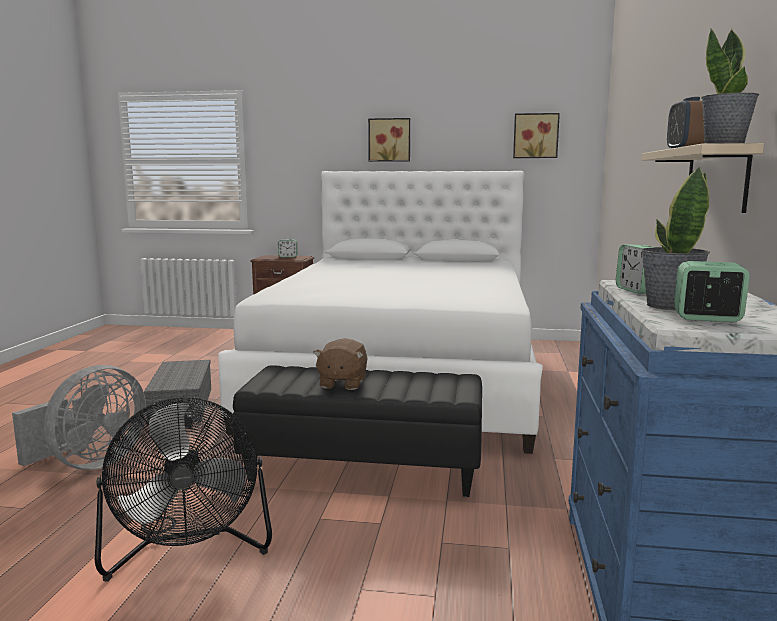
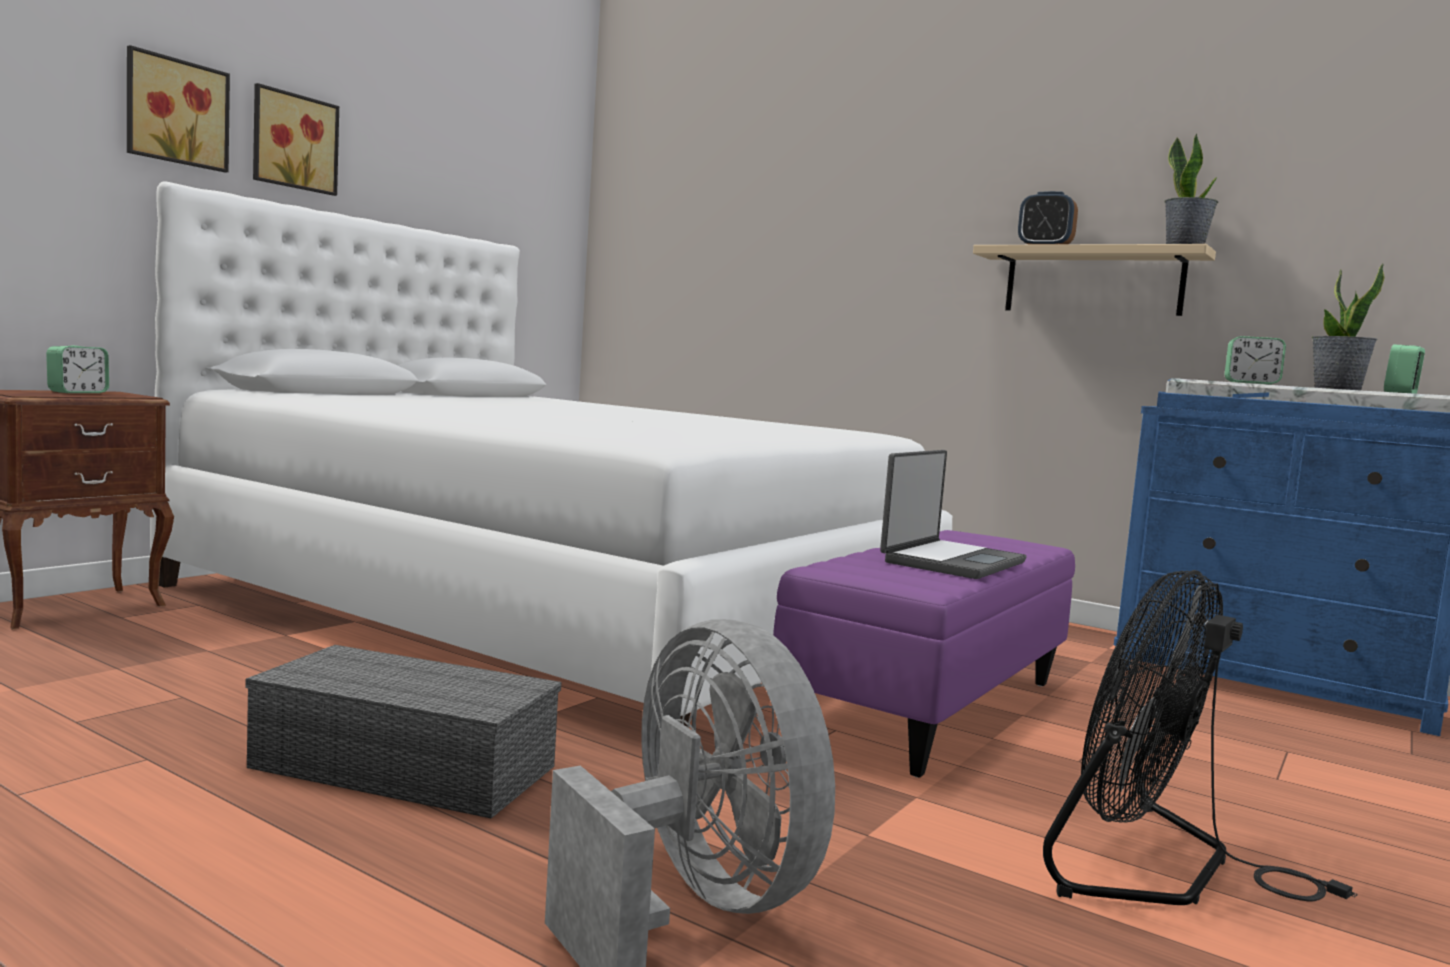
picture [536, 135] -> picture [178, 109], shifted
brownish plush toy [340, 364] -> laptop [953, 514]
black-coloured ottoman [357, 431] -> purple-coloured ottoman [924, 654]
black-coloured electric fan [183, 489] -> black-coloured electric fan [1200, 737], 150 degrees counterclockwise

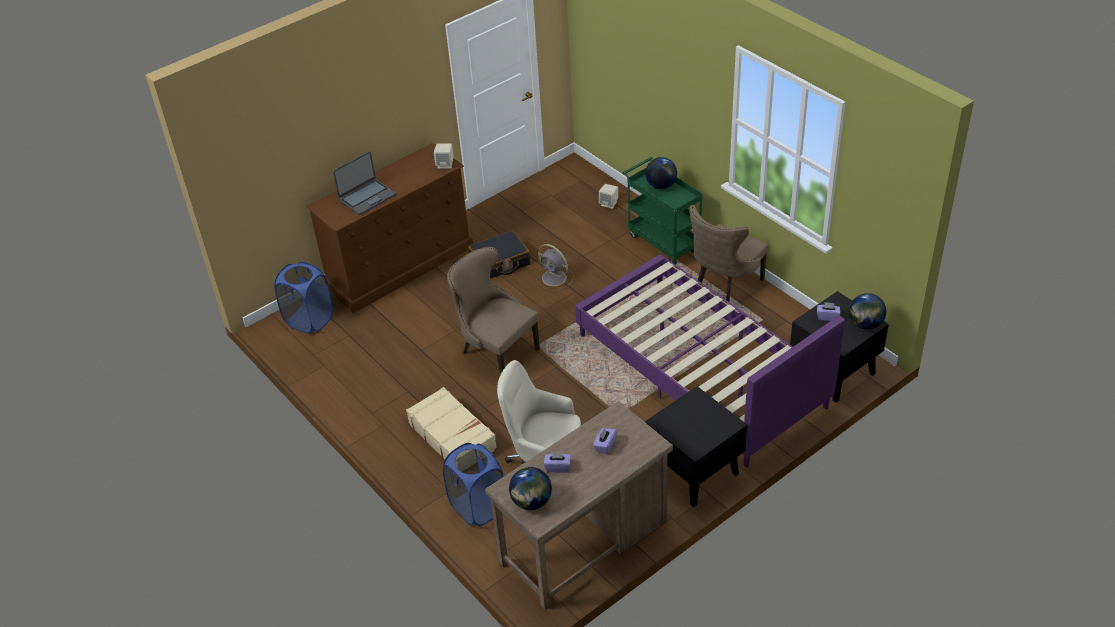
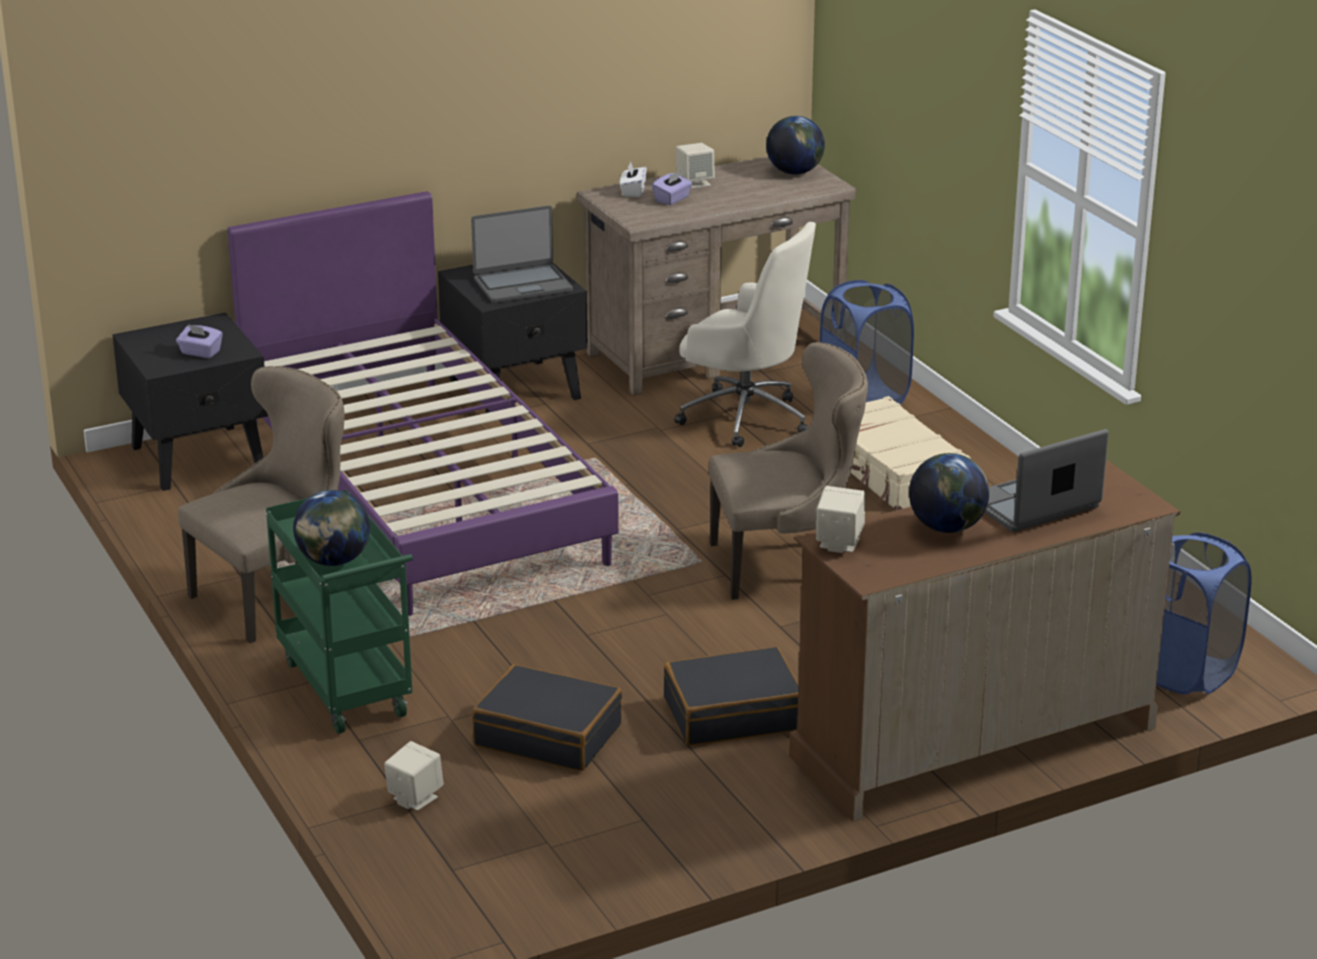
gray electric fan [555, 267] -> none
purple-coloured box of tissues [557, 462] -> none
none -> laptop [522, 254]
none -> black-coloured piece of luggage [547, 717]
none -> white box of tissues [633, 179]
none -> beige speaker [695, 166]
world globe [867, 311] -> world globe [949, 493], shifted
beige upright chair [493, 311] -> beige upright chair [788, 471], 60 degrees counterclockwise

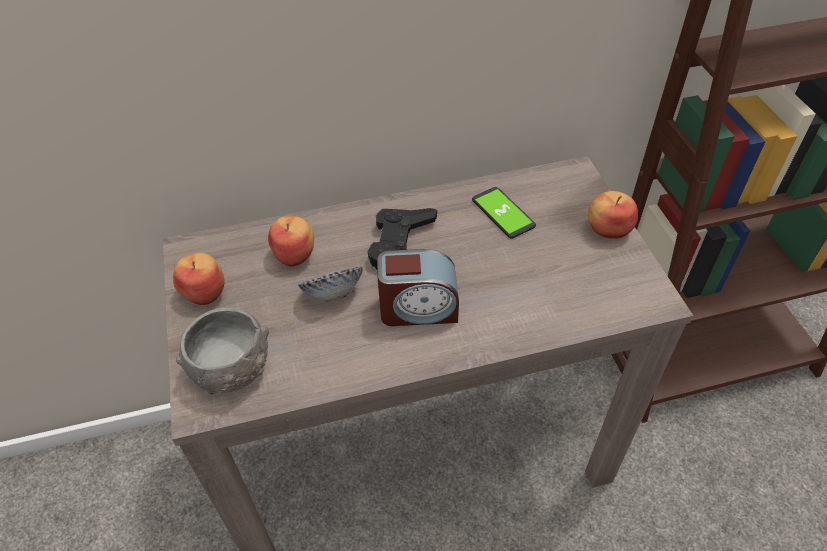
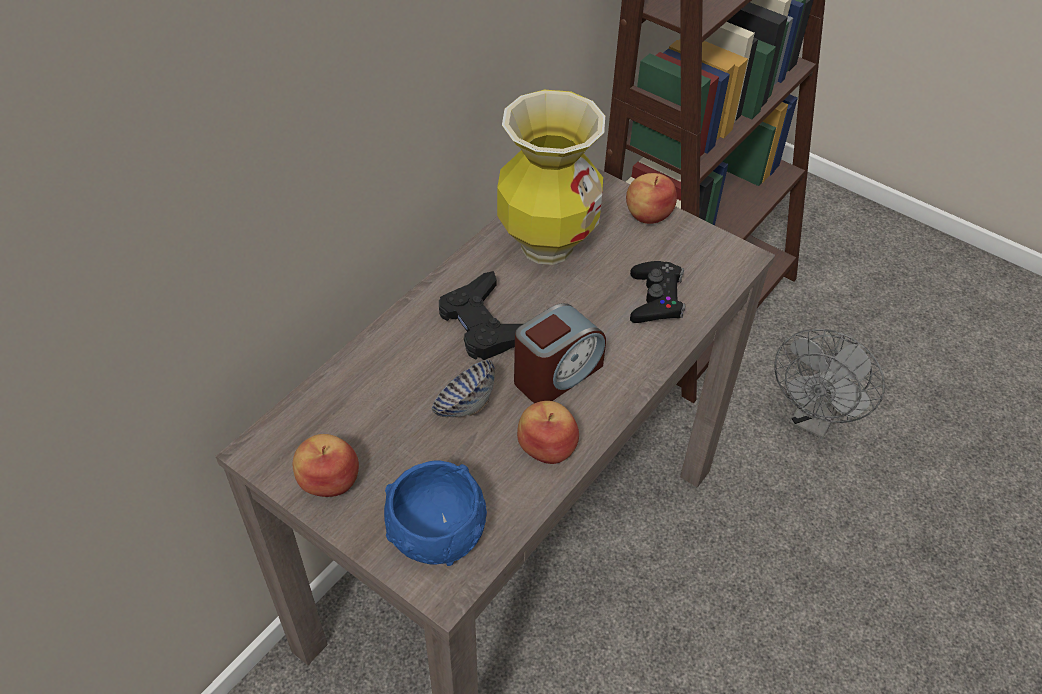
none -> black-coloured joypad [657, 292]
none -> gray electric fan [830, 384]
whole apple [291, 241] -> whole apple [548, 432], shifted
telephone [504, 213] -> decorative vase [551, 177]
gray serving bowl [222, 351] -> bluish serving bowl [435, 513]

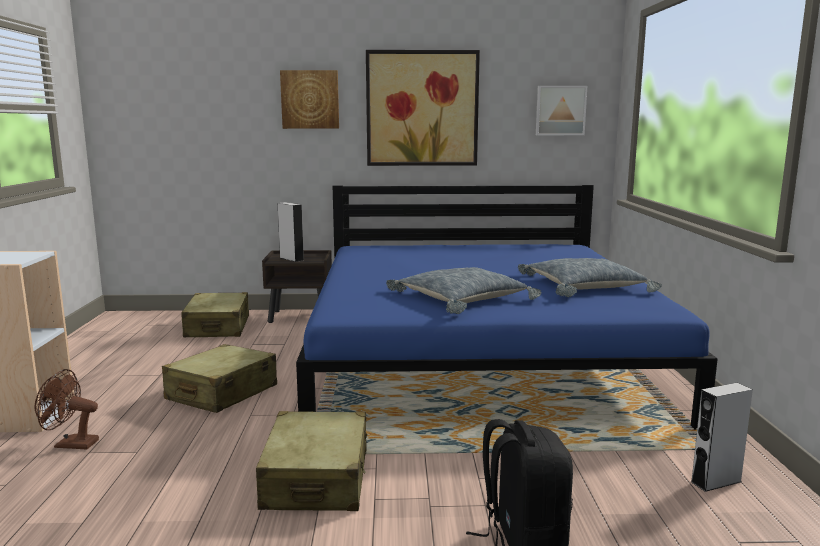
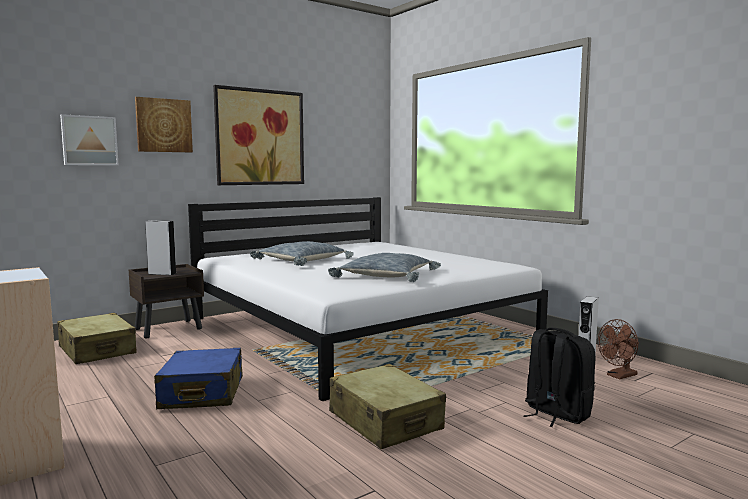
brownish electric fan [67, 409] -> brownish electric fan [618, 349], shifted
throw pillow [589, 277] -> throw pillow [302, 253], shifted
picture [561, 110] -> picture [89, 139], shifted
beige piece of luggage [219, 378] -> bluish piece of luggage [198, 378]
bluish sleeping bed [507, 307] -> white sleeping bed [368, 299]

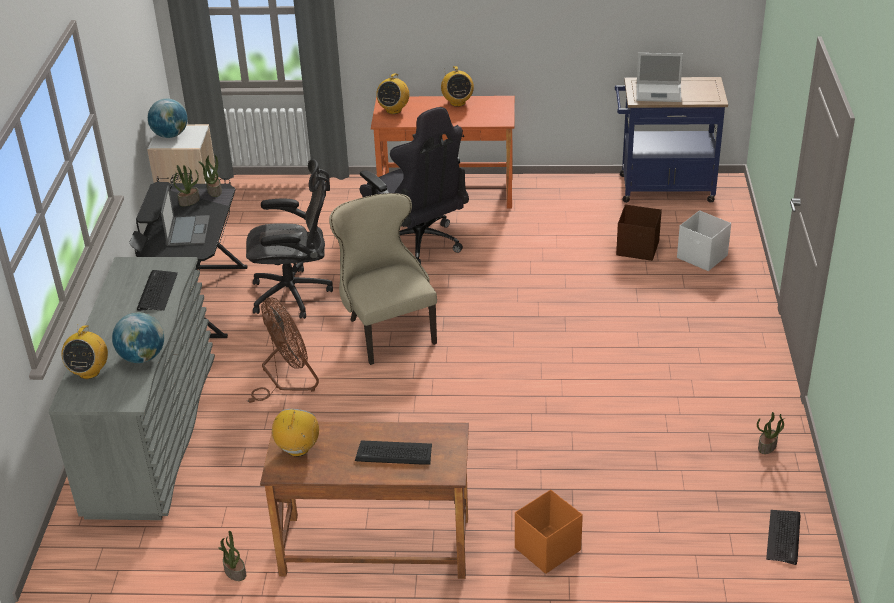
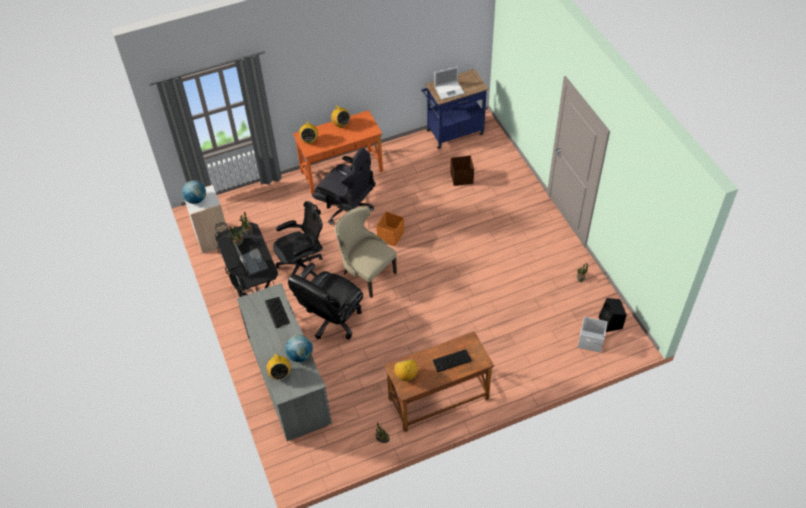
orange-coloured storage bin [549, 532] -> orange-coloured storage bin [390, 229], shifted
white storage bin [704, 240] -> white storage bin [592, 334], shifted
brownish electric fan [283, 350] -> black-coloured desk chair [325, 301]
keyboard [783, 537] -> black-coloured speaker [612, 315]

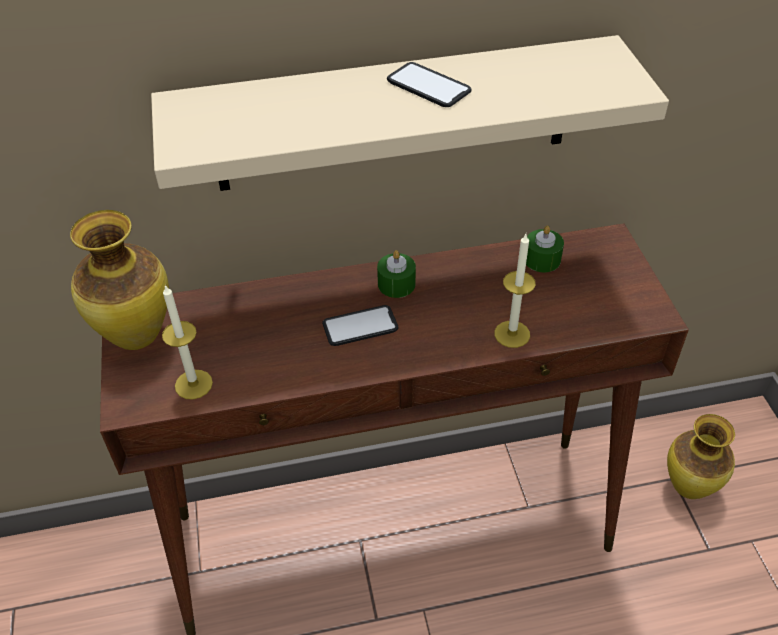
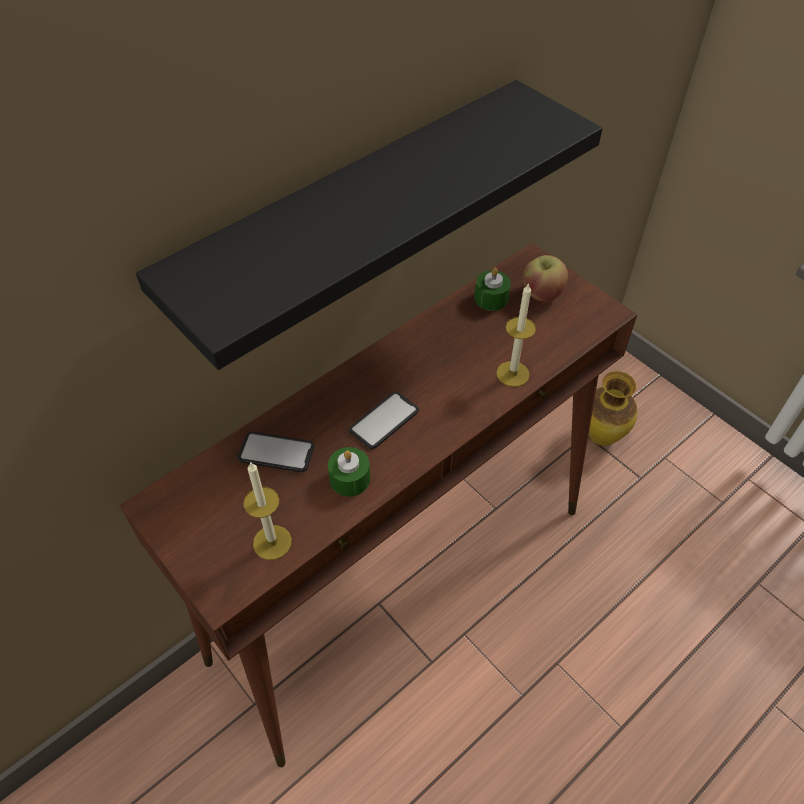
decorative vase [119, 280] -> none
none -> whole apple [545, 278]
greenish candle [396, 274] -> greenish candle [349, 472], shifted
telephone [429, 84] -> telephone [276, 452], shifted
beige wall shelf [410, 113] -> black-coloured wall shelf [369, 225]

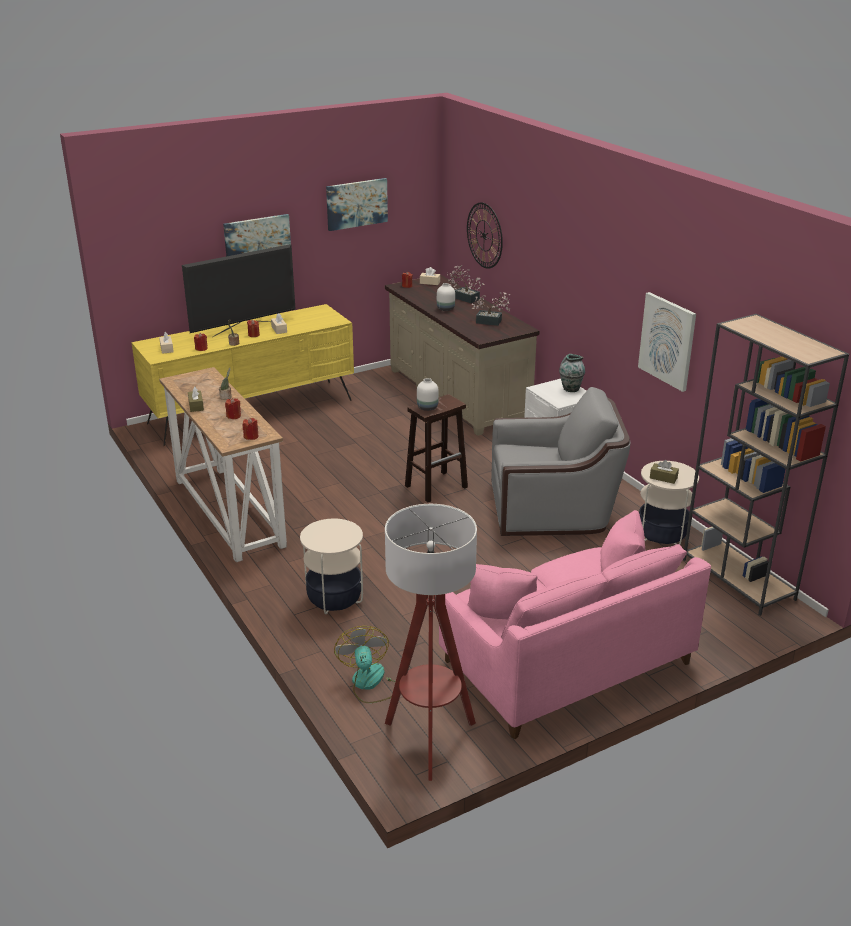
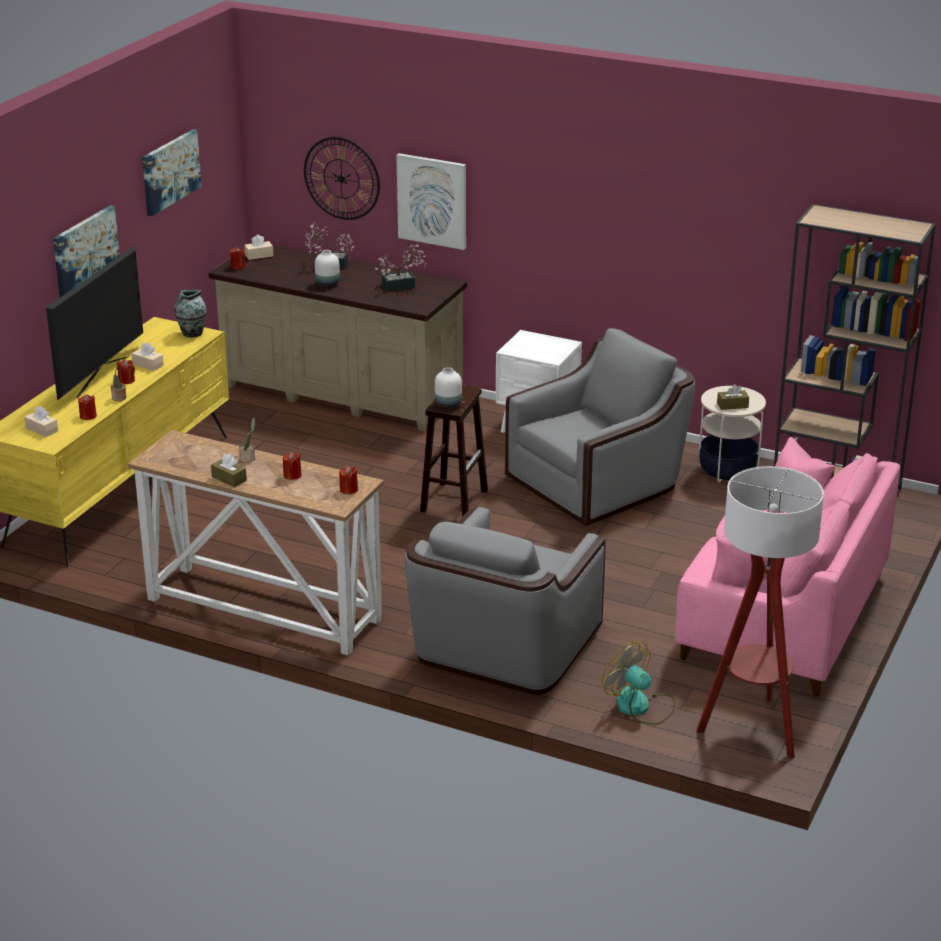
decorative vase [572, 373] -> decorative vase [190, 314], shifted
picture [667, 342] -> picture [431, 201], shifted
beige end table [331, 566] -> gray easy chair [505, 601]

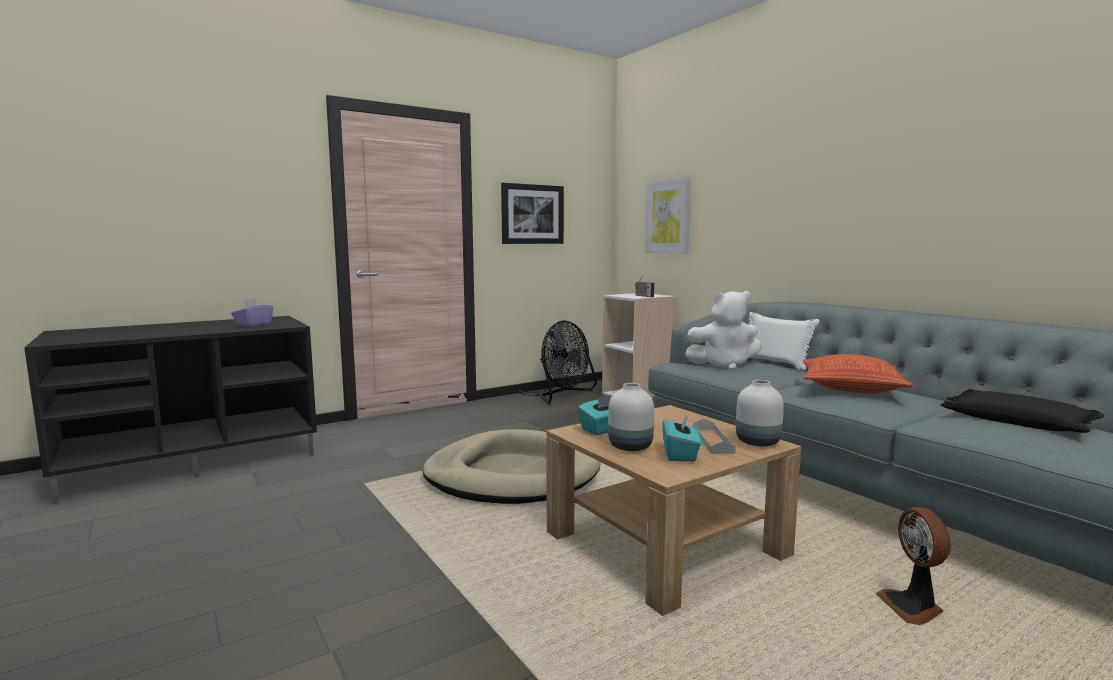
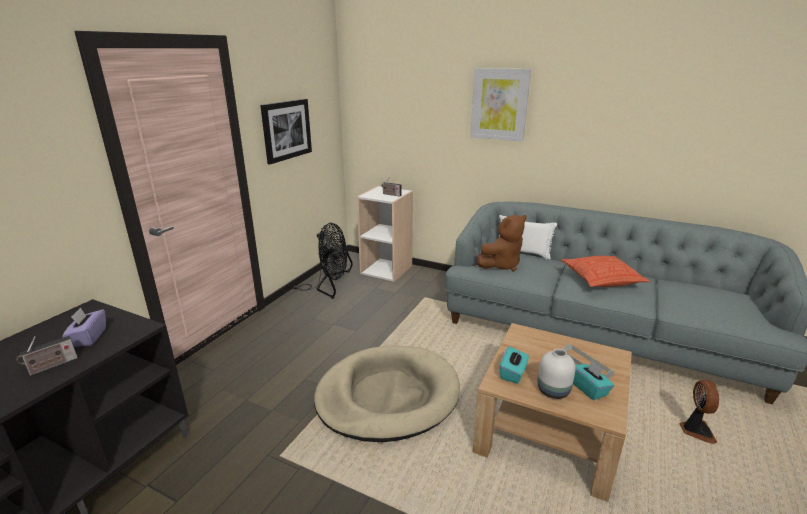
white decorative vase [760, 413] -> none
black-coloured throw pillow [1022, 411] -> none
none -> radio set [47, 356]
picture [668, 215] -> picture [501, 105], shifted
white plush toy [723, 330] -> brownish plush toy [502, 243]
electric fan [913, 566] -> electric fan [699, 412], 135 degrees counterclockwise

